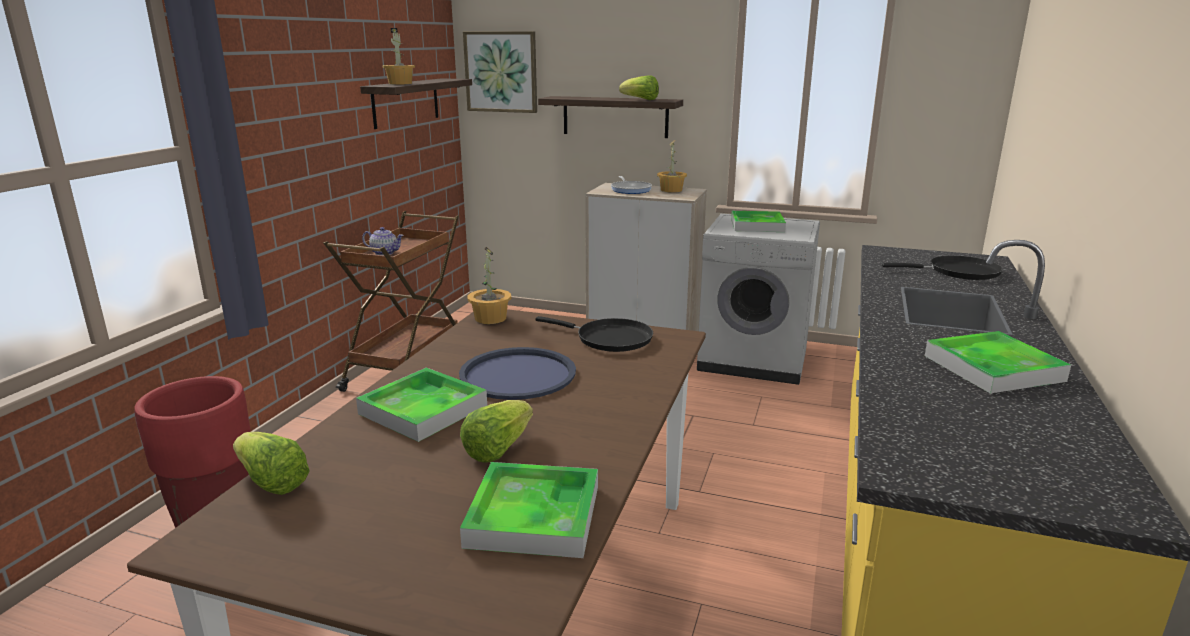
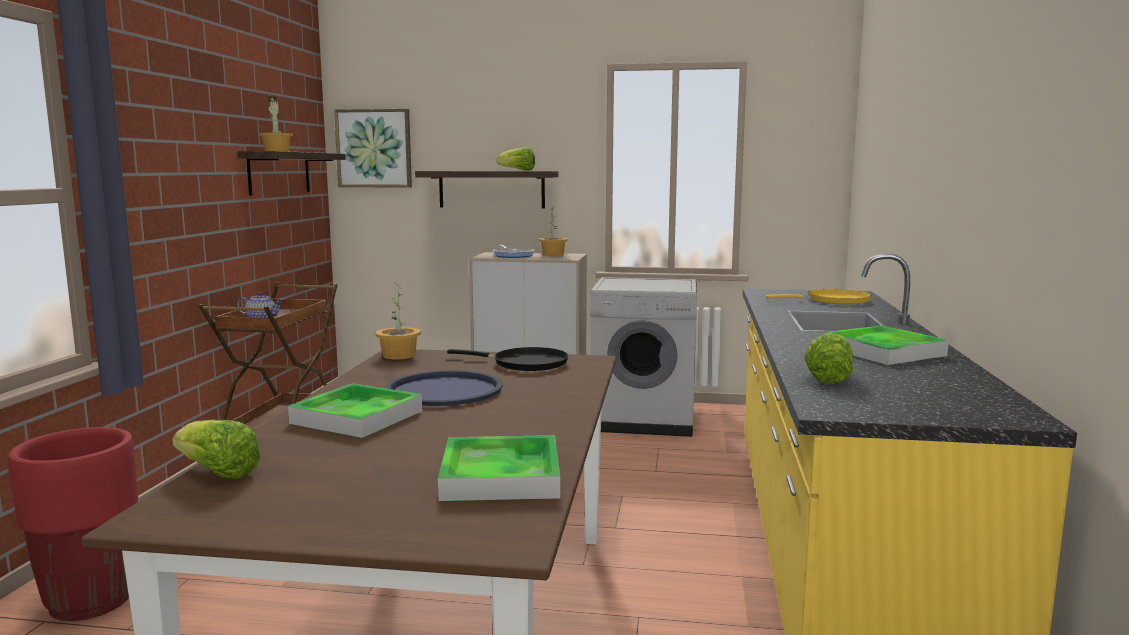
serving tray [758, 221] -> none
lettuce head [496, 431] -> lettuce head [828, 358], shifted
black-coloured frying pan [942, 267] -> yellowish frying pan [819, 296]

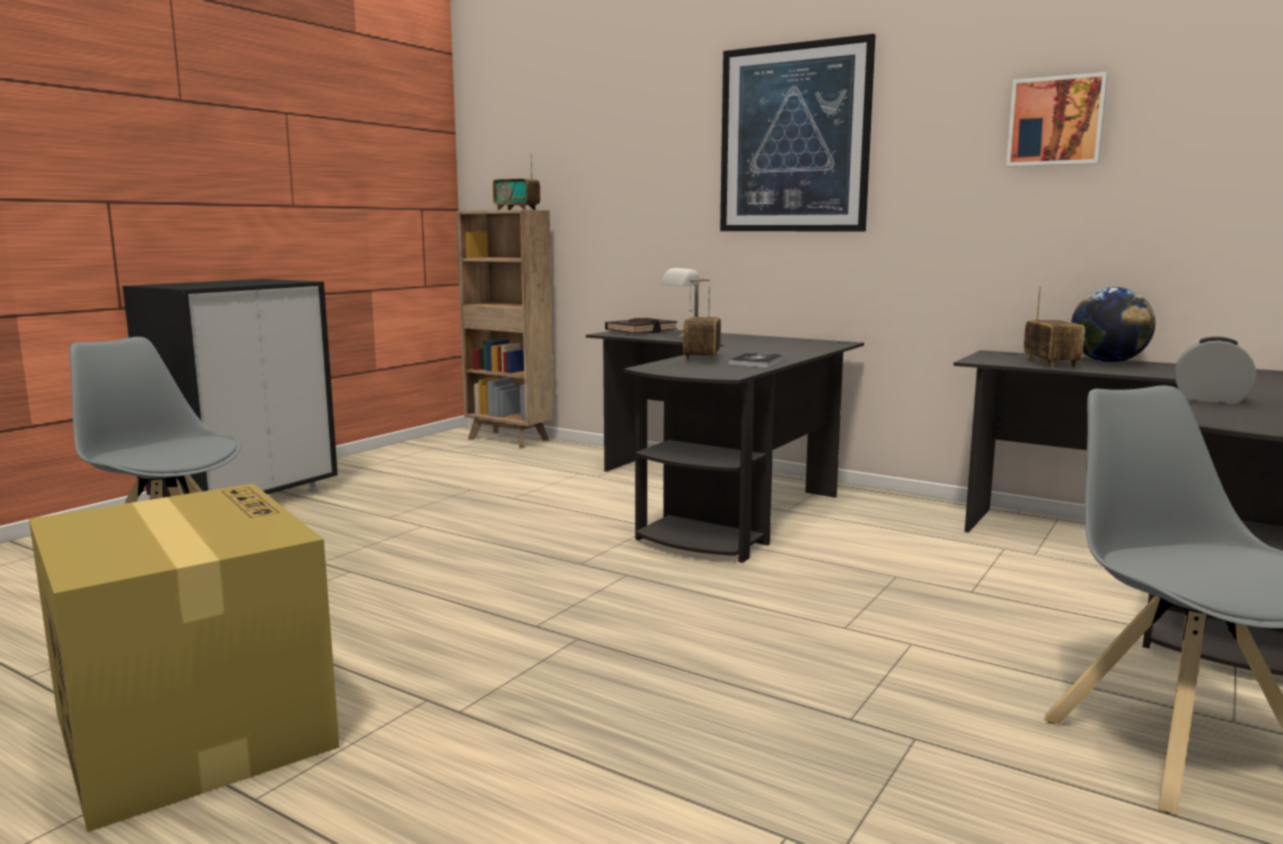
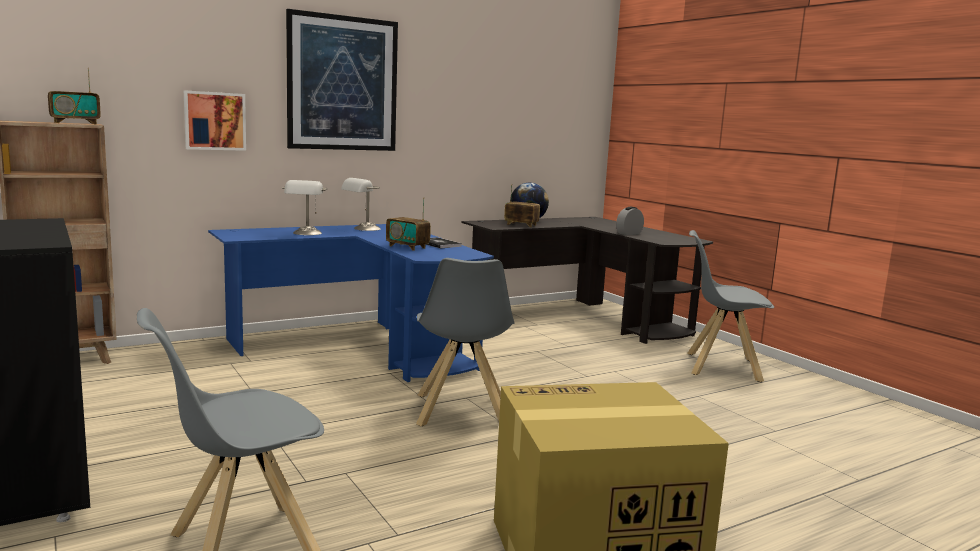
black-coloured volume [641, 326] -> none
none -> white lamp for a table [361, 204]
none -> gray upright chair [465, 342]
picture [1057, 119] -> picture [215, 120], shifted
black-coloured desk unit [725, 446] -> bluish desk unit [351, 303]

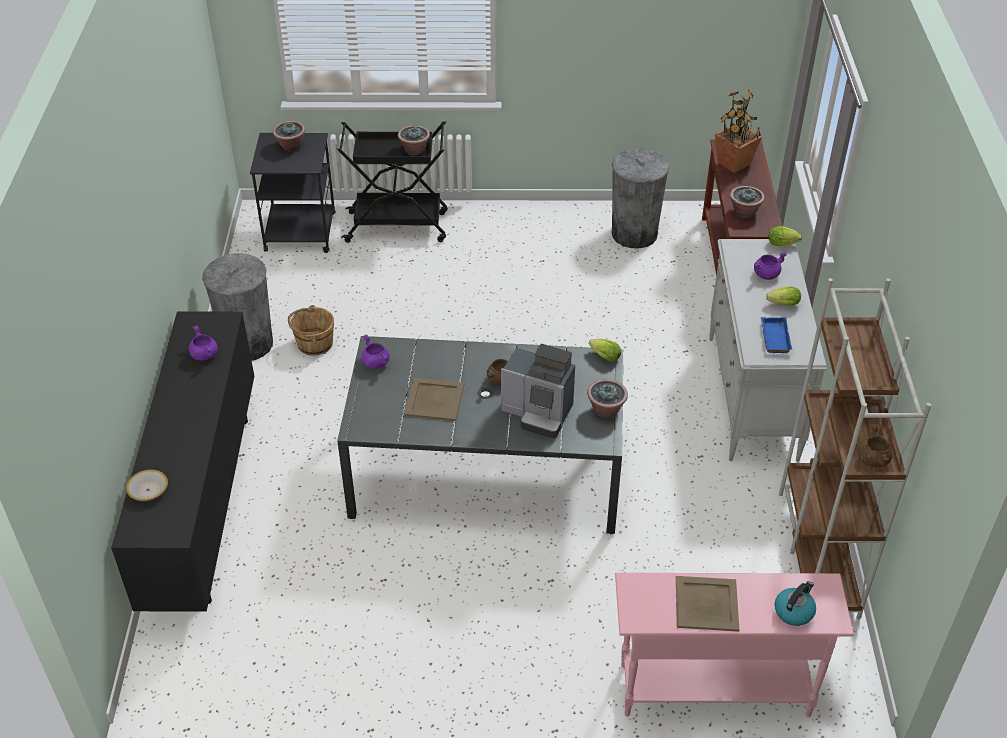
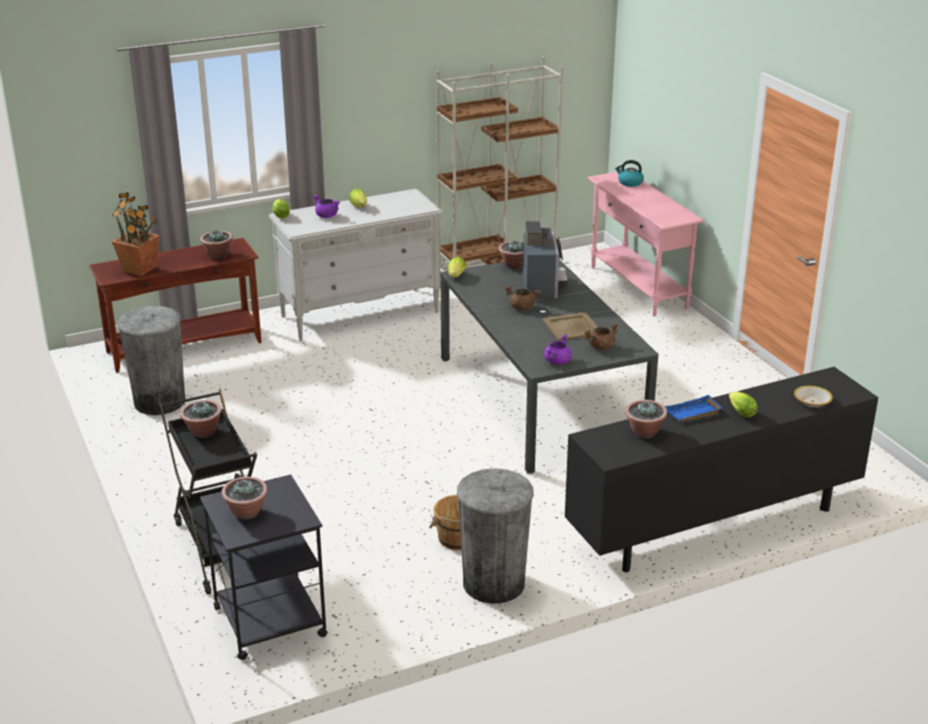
beige serving tray [707, 604] -> none
none -> lettuce head [743, 405]
bluish serving tray [776, 335] -> bluish serving tray [693, 408], shifted
brownish stockpot [875, 445] -> brownish stockpot [601, 336], shifted
purple-coloured stockpot [203, 343] -> potted plant [646, 419]

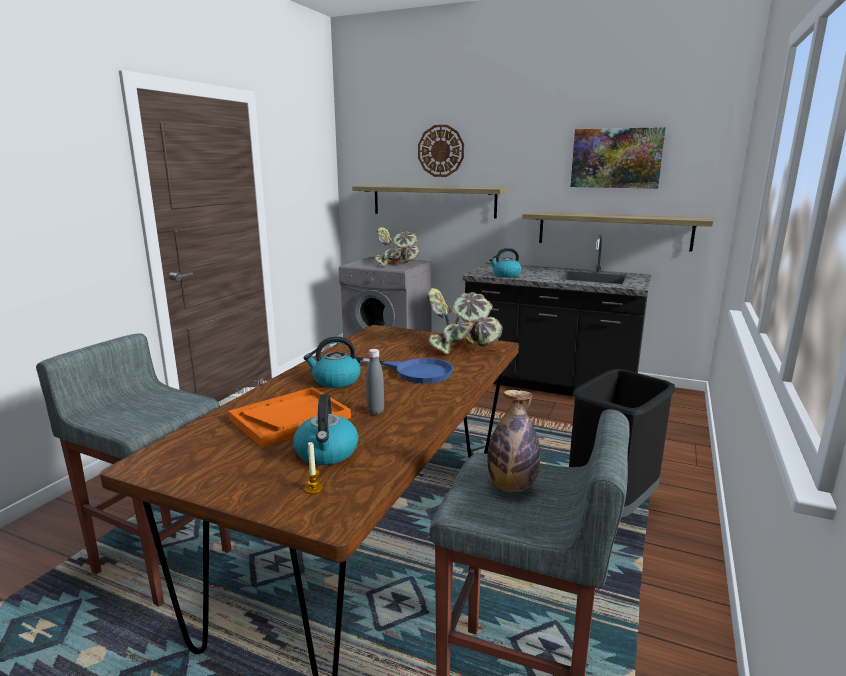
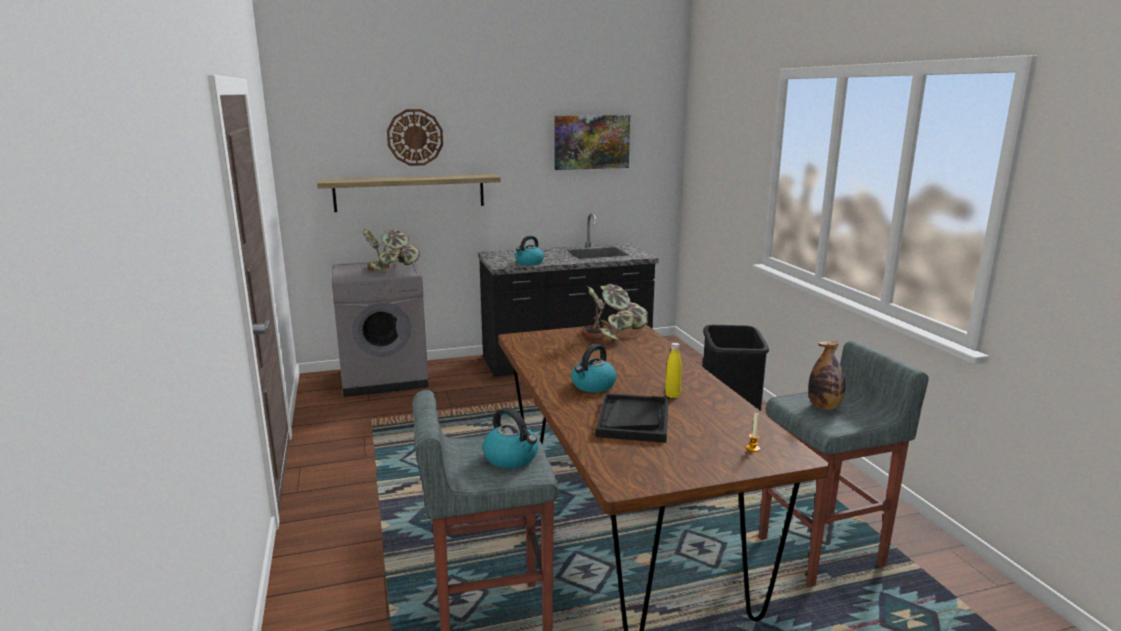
bluish frying pan [404, 370] -> none
wall shelf [617, 231] -> none
kettle [326, 429] -> kettle [510, 437], shifted
orange-coloured serving tray [289, 417] -> black-coloured serving tray [632, 418]
gray bottle [375, 382] -> yellowish bottle [673, 370]

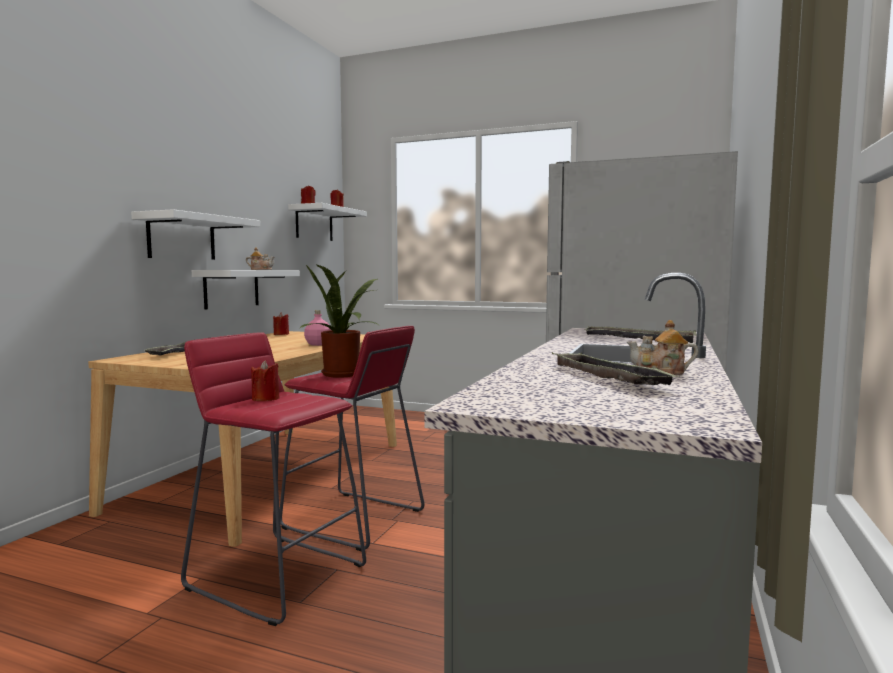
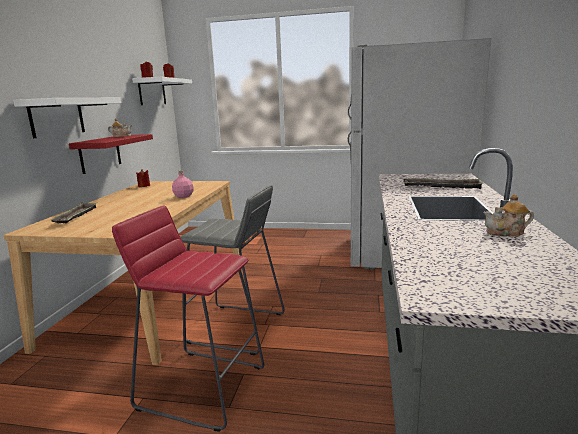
reddish candle [265, 380] -> none
potted plant [338, 321] -> none
serving tray [616, 368] -> none
white wall shelf [246, 290] -> reddish wall shelf [111, 154]
reddish stool [352, 438] -> gray stool [232, 270]

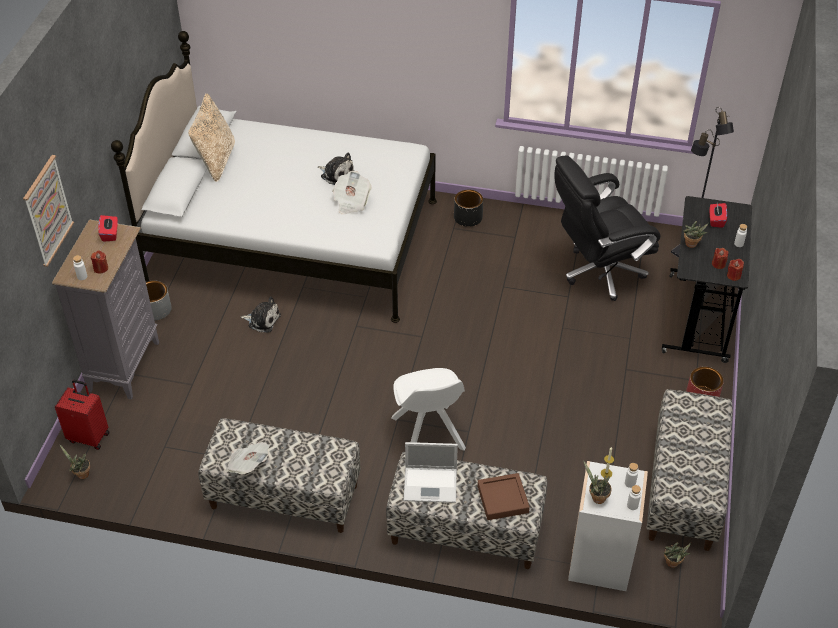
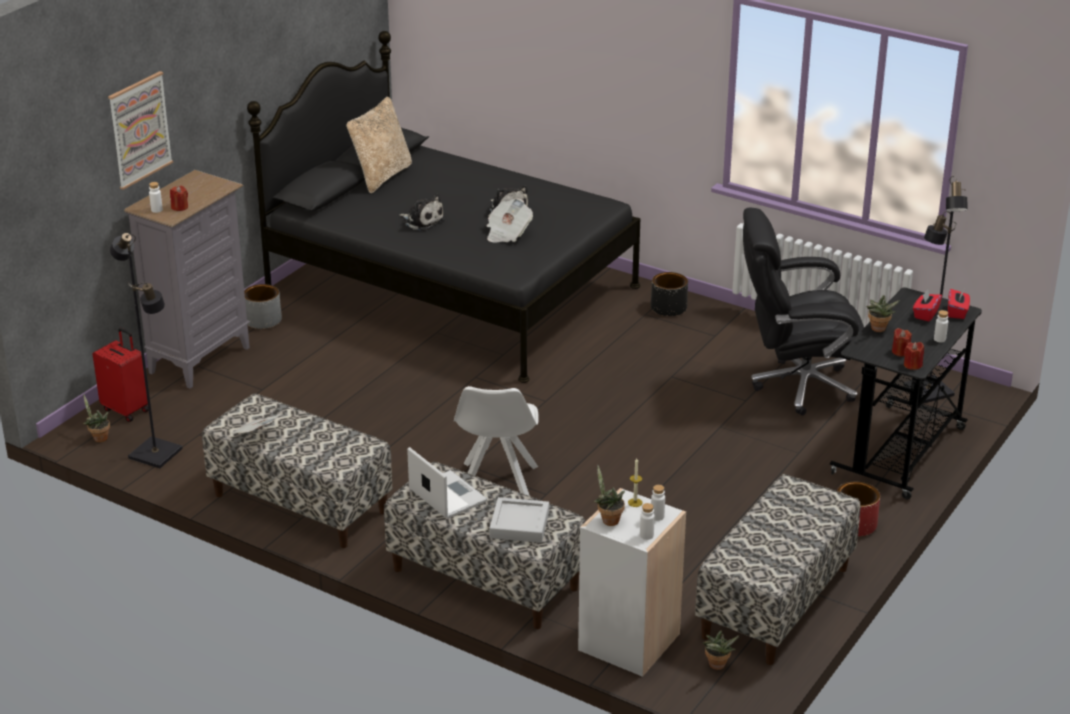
none -> black-coloured standard lamp [146, 350]
reddish box of tissues [108, 228] -> reddish box of tissues [959, 304], shifted
plush toy [260, 314] -> plush toy [422, 212], shifted
white sleeping bed [274, 177] -> black-coloured sleeping bed [443, 207]
brownish serving tray [503, 496] -> gray serving tray [519, 520]
laptop [431, 472] -> laptop [447, 483], 150 degrees counterclockwise

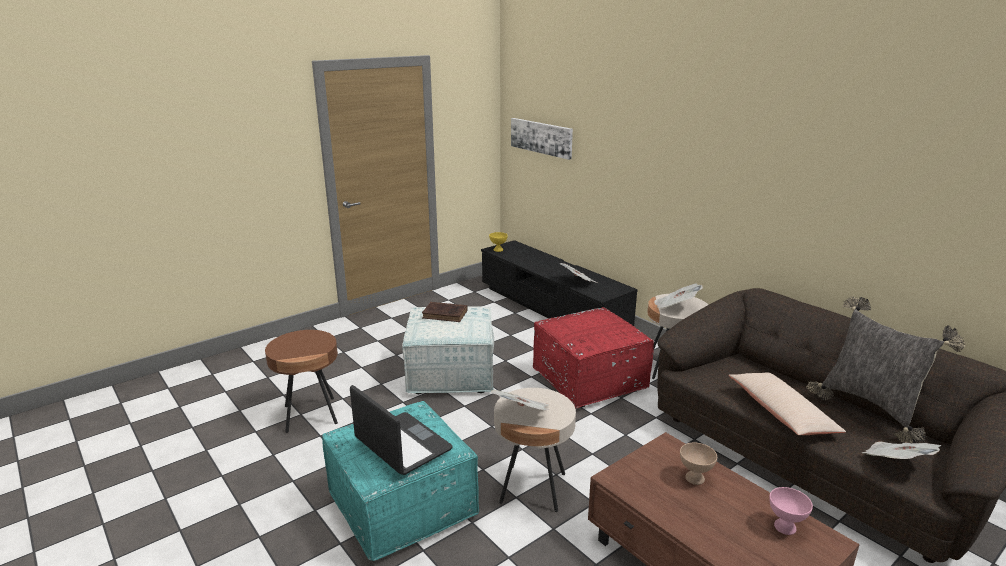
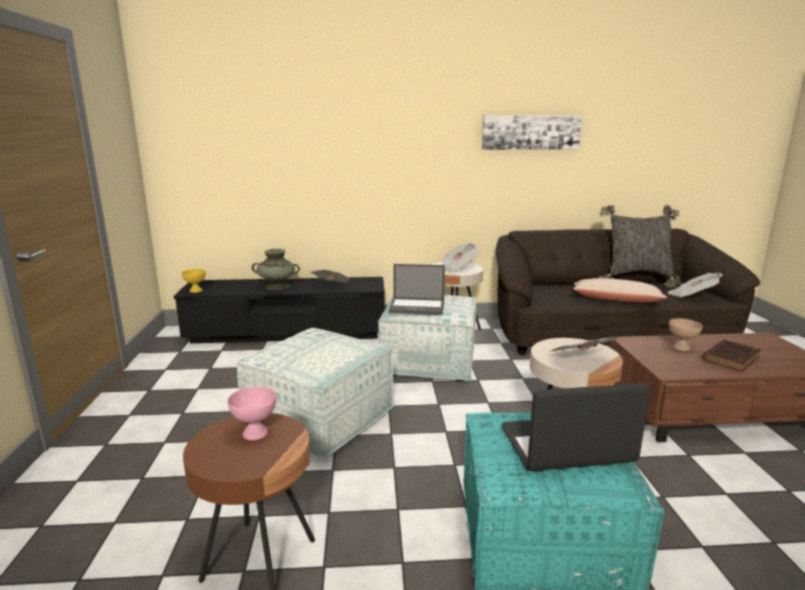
none -> blue-green decorative vase [276, 269]
none -> laptop [417, 289]
brownish volume [444, 312] -> brownish volume [731, 355], shifted
picture [542, 139] -> picture [532, 132], shifted
pinkish serving bowl [791, 511] -> pinkish serving bowl [251, 413], shifted
reddish ottoman [593, 358] -> white ottoman [427, 338]

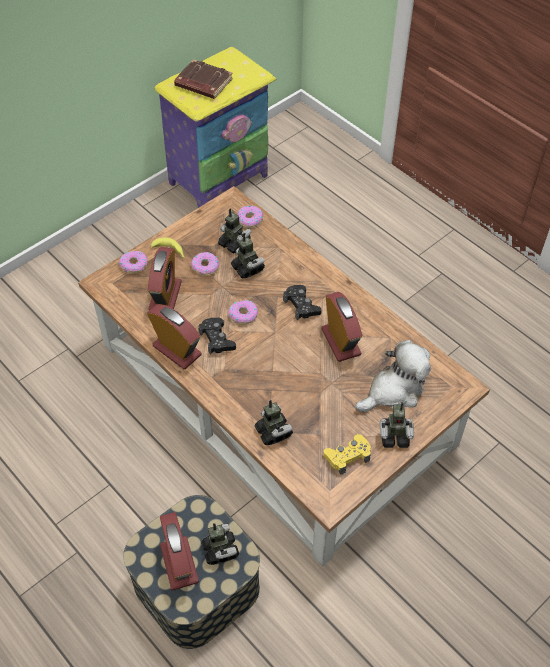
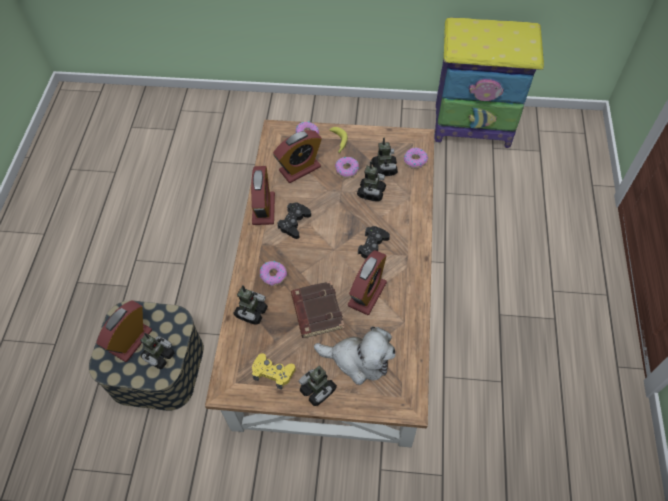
brownish volume [203, 79] -> brownish volume [317, 309], shifted
ring doughnut [243, 312] -> ring doughnut [273, 273], shifted

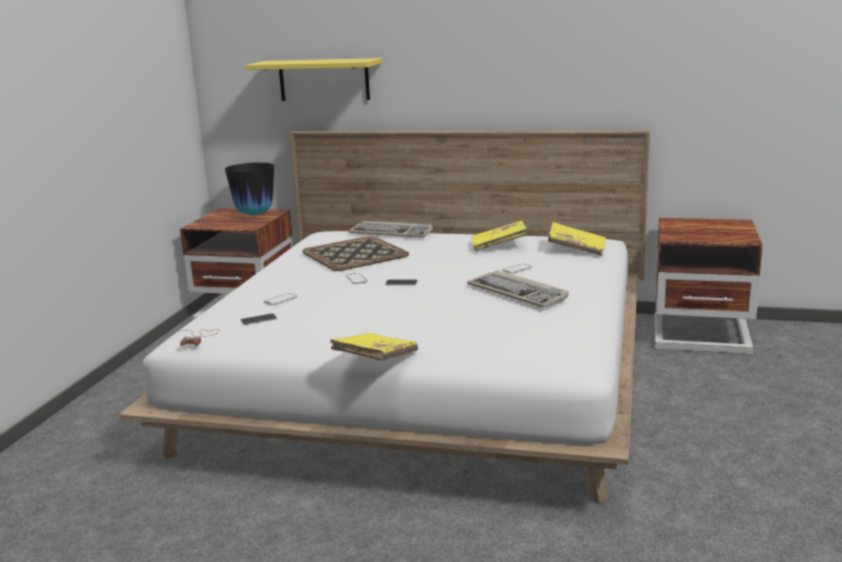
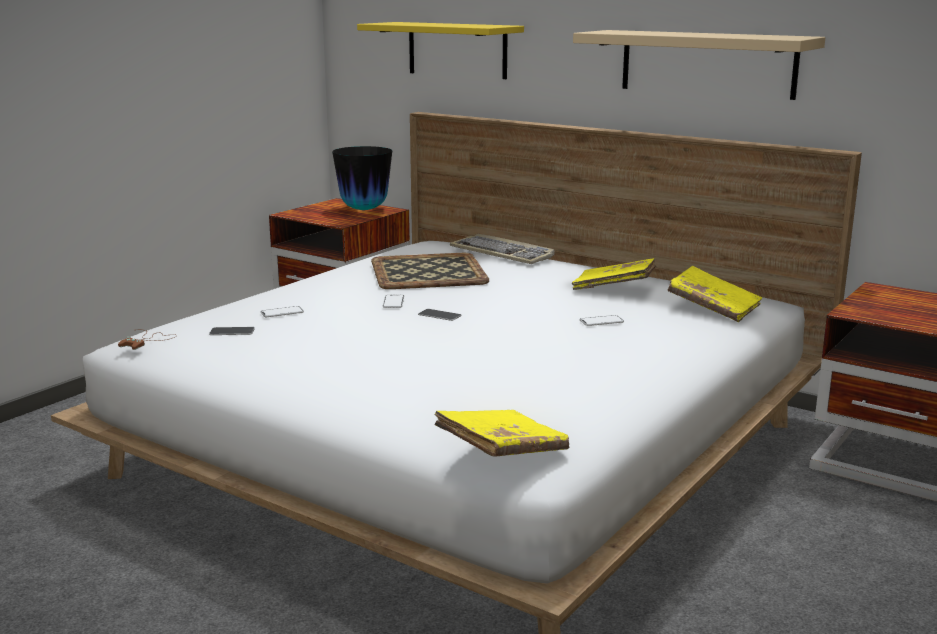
keyboard [518, 289] -> none
none -> beige wall shelf [699, 65]
yellowish volume [374, 347] -> yellowish volume [502, 433], shifted

